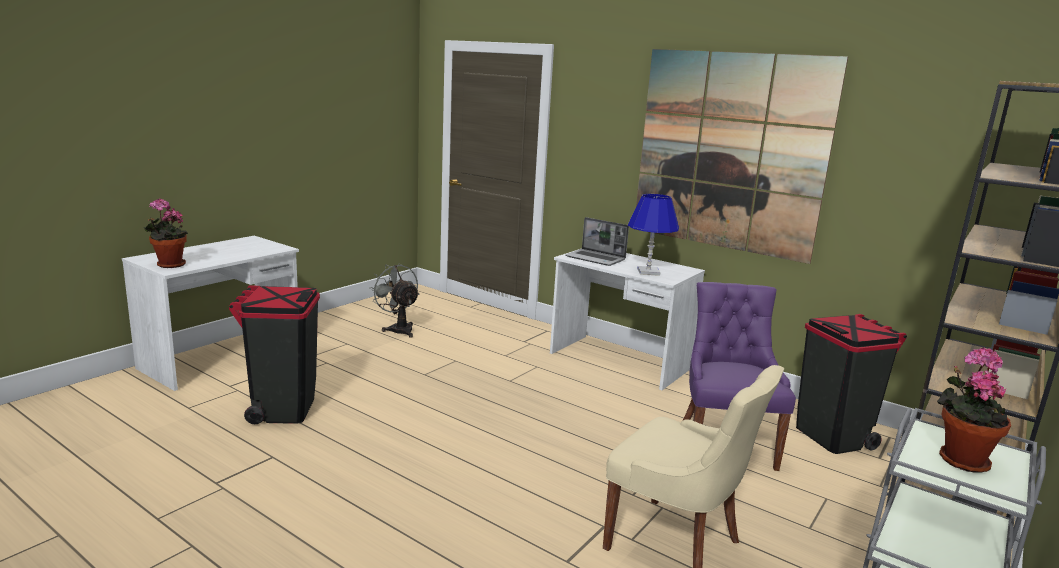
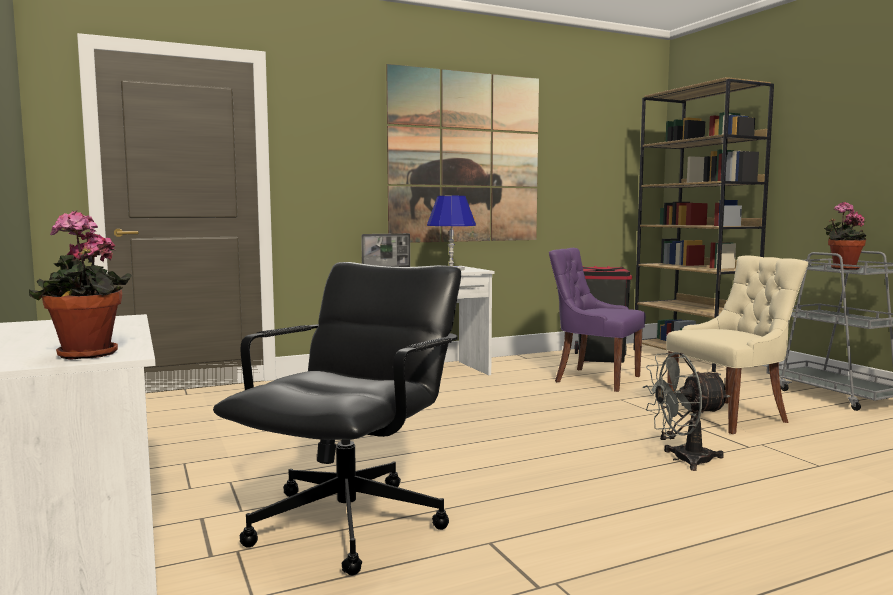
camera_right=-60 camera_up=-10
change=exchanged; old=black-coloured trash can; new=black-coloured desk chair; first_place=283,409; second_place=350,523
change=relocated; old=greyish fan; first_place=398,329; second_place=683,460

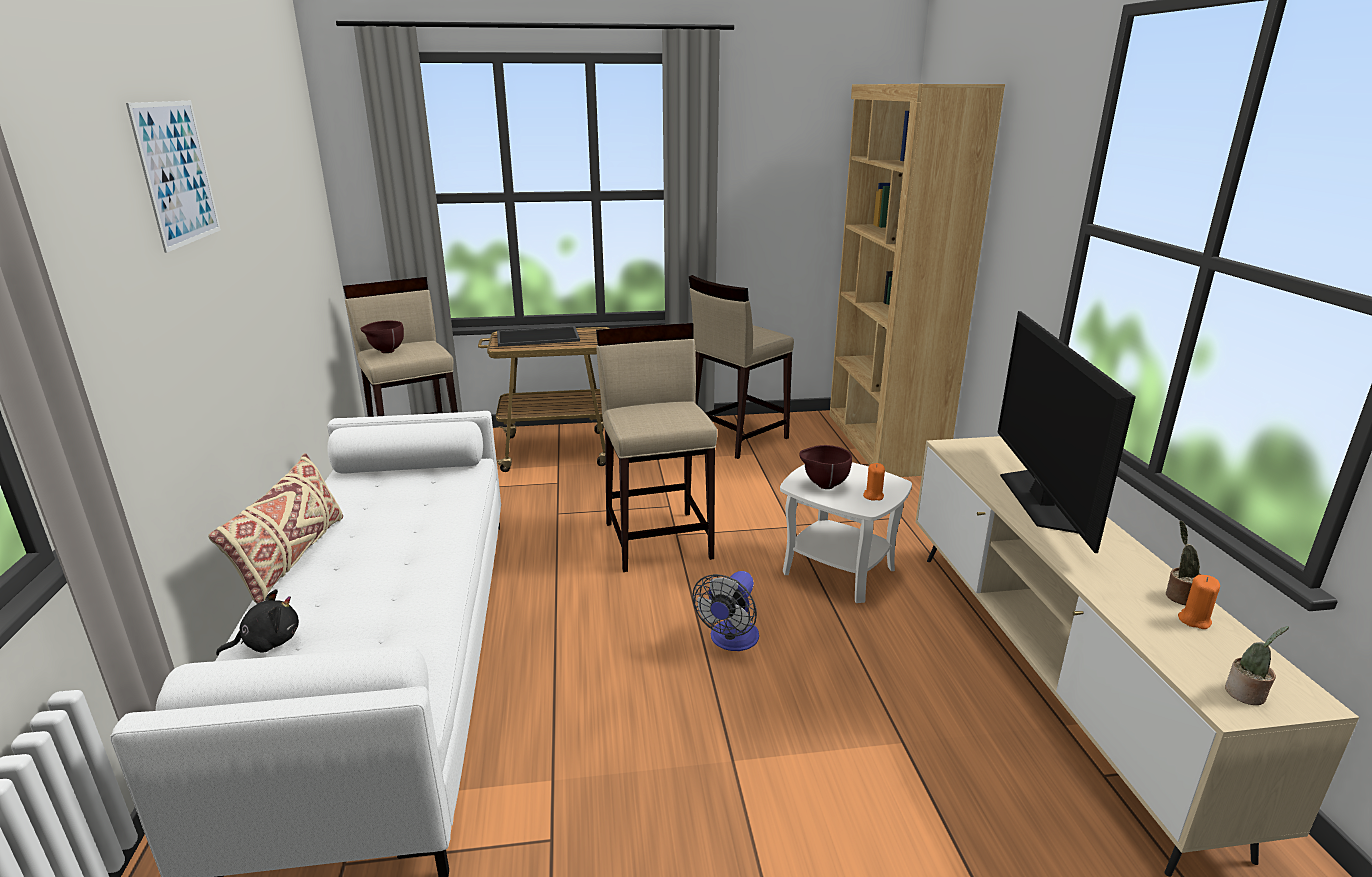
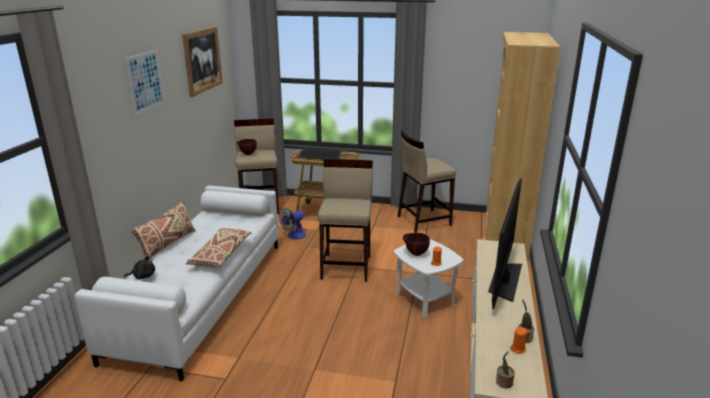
camera_right=20 camera_up=0
change=relocated; old=fan; first_place=731,641; second_place=294,236
change=appeared; new=wall picture; second_place=202,60
change=appeared; new=sand-coloured throw pillow; second_place=221,255

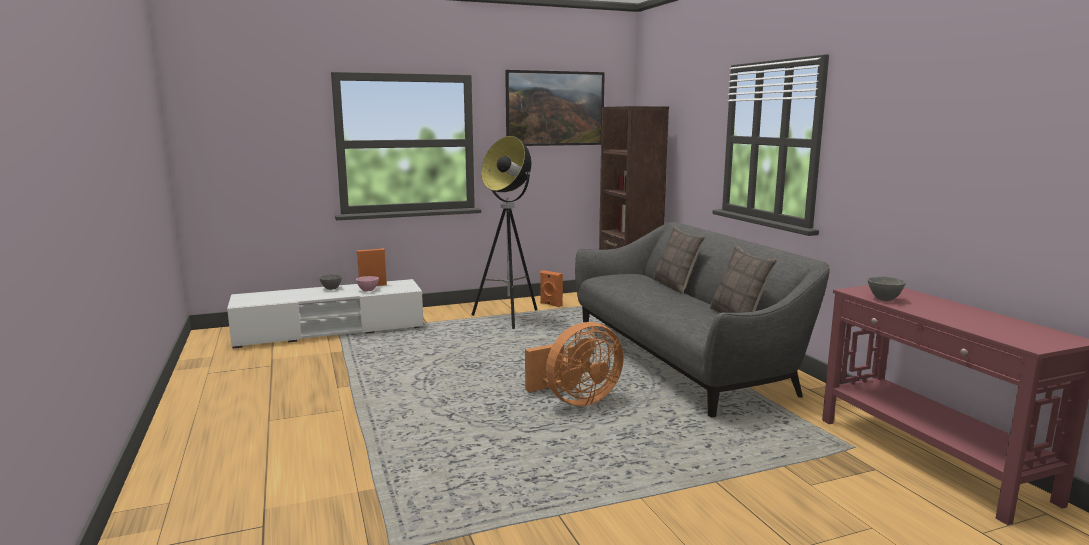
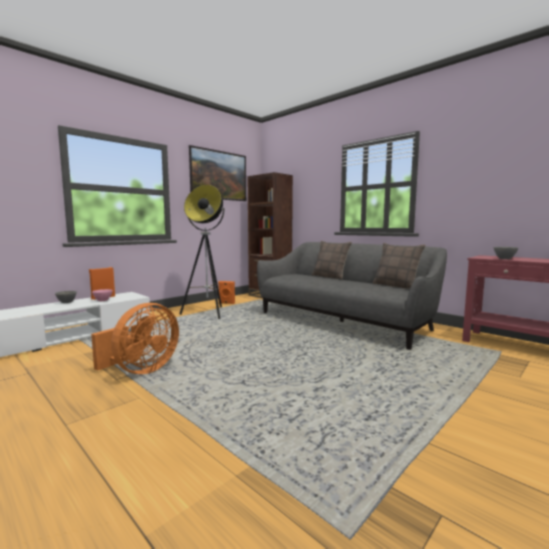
camera_right=-25 camera_up=-5
change=relocated; old=orange-coloured fan; first_place=576,400; second_place=141,370

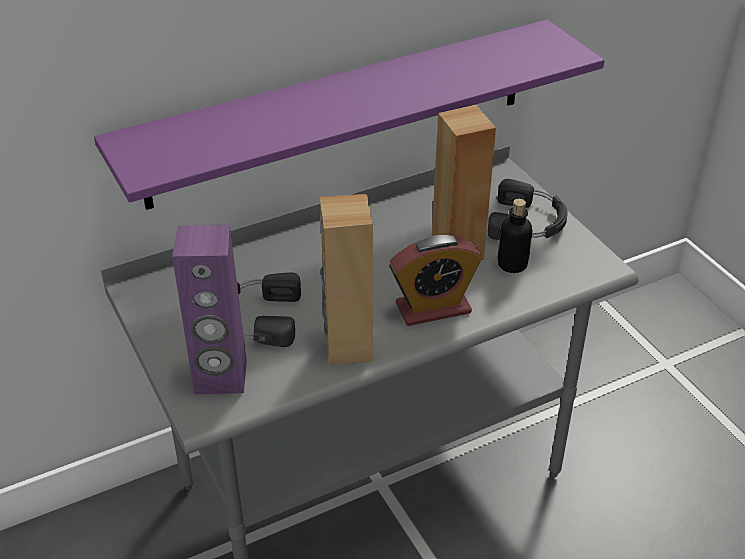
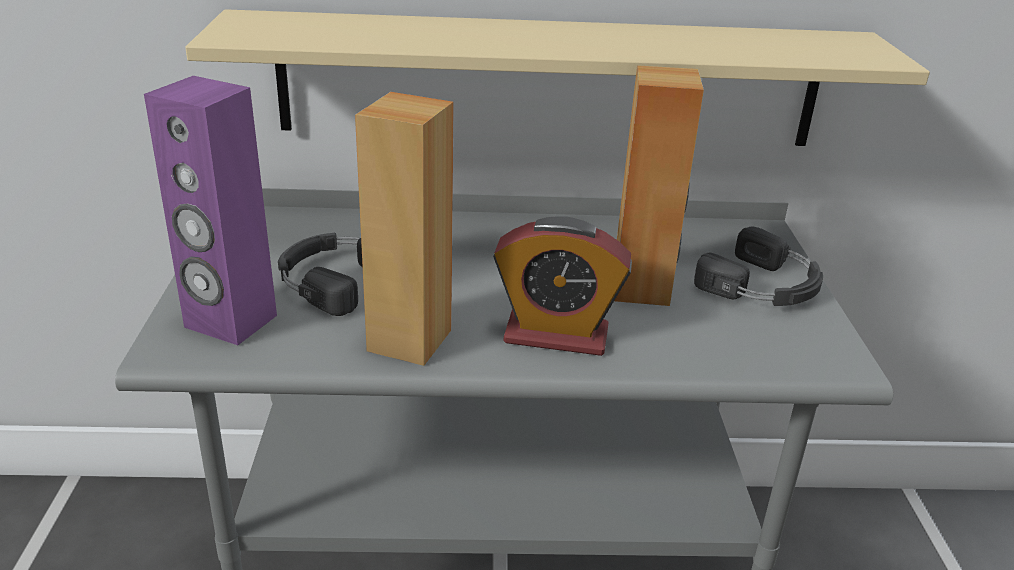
camera_right=25 camera_up=-10
change=colour; old=purple wall shelf; new=sand-coloured wall shelf; first_place=340,113; second_place=549,80
change=missing; old=bottle; first_place=512,264

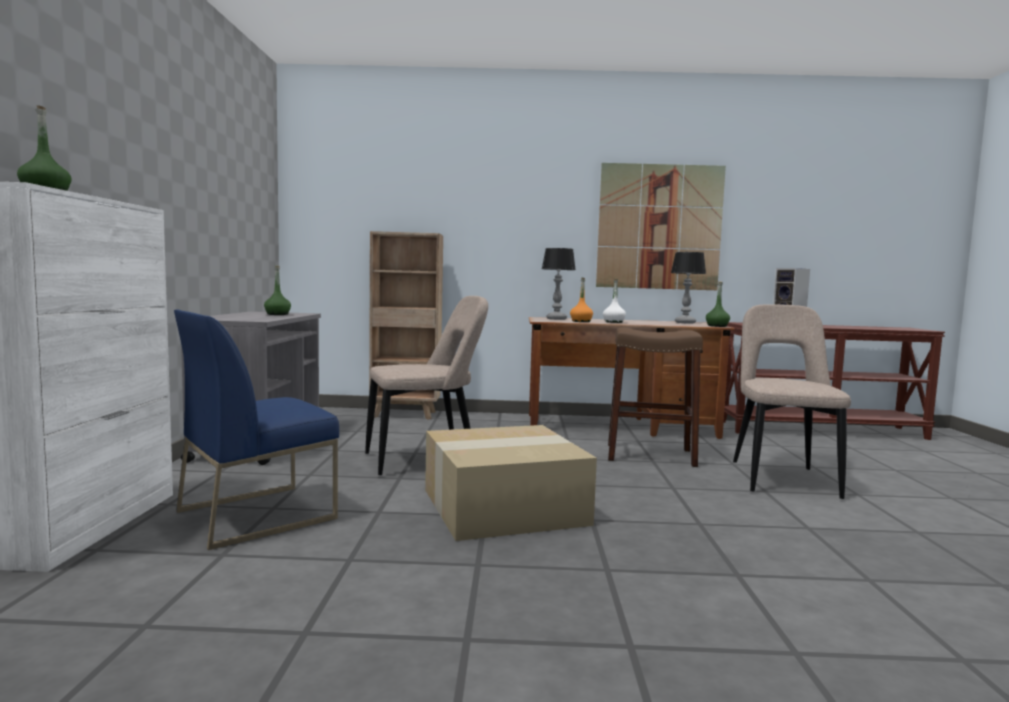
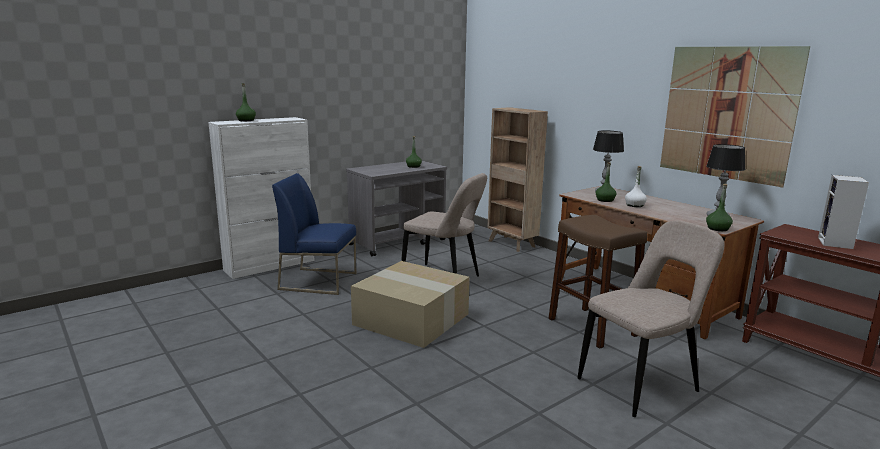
camera_right=50 camera_up=10
change=colour; old=orange-coloured bottle; new=green bottle; first_place=581,321; second_place=605,200

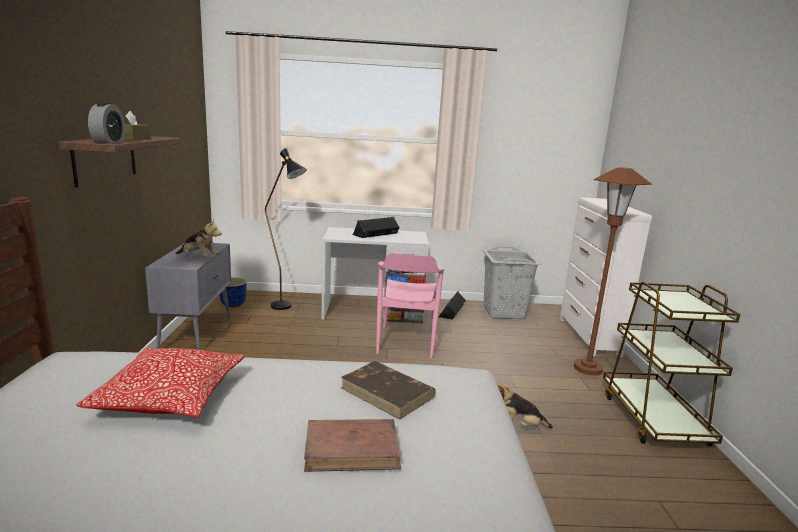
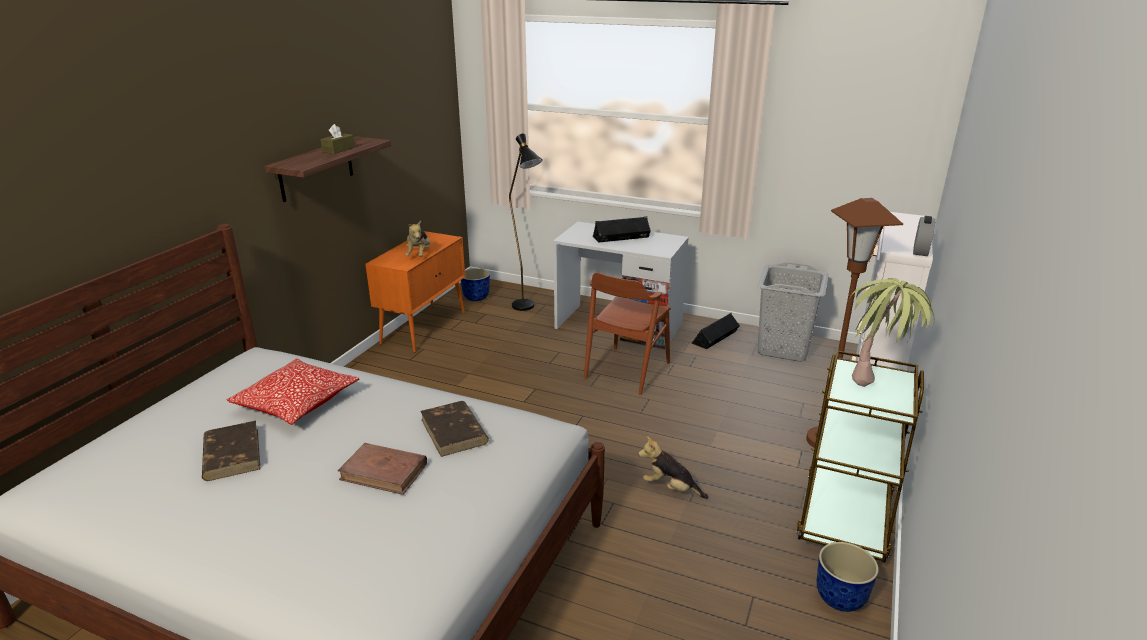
camera_right=25 camera_up=10
change=relocated; old=alarm clock; first_place=109,142; second_place=920,251
change=colour; old=greyish storage cabinet; new=orange-coloured storage cabinet; first_place=196,333; second_place=424,327
change=spun; old=cuddly toy; first_place=198,257; second_place=419,255; degrees=45
change=colour; old=pinkish chair; new=brown-coloured chair; first_place=406,342; second_place=627,370
change=appeared; new=brown-coloured volume; second_place=232,454
change=appeared; new=planter; second_place=840,599
change=appeared; new=houseplant; second_place=878,376

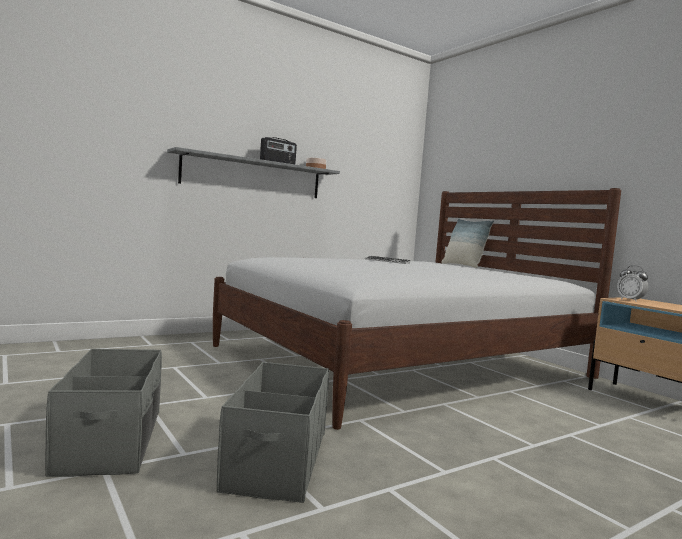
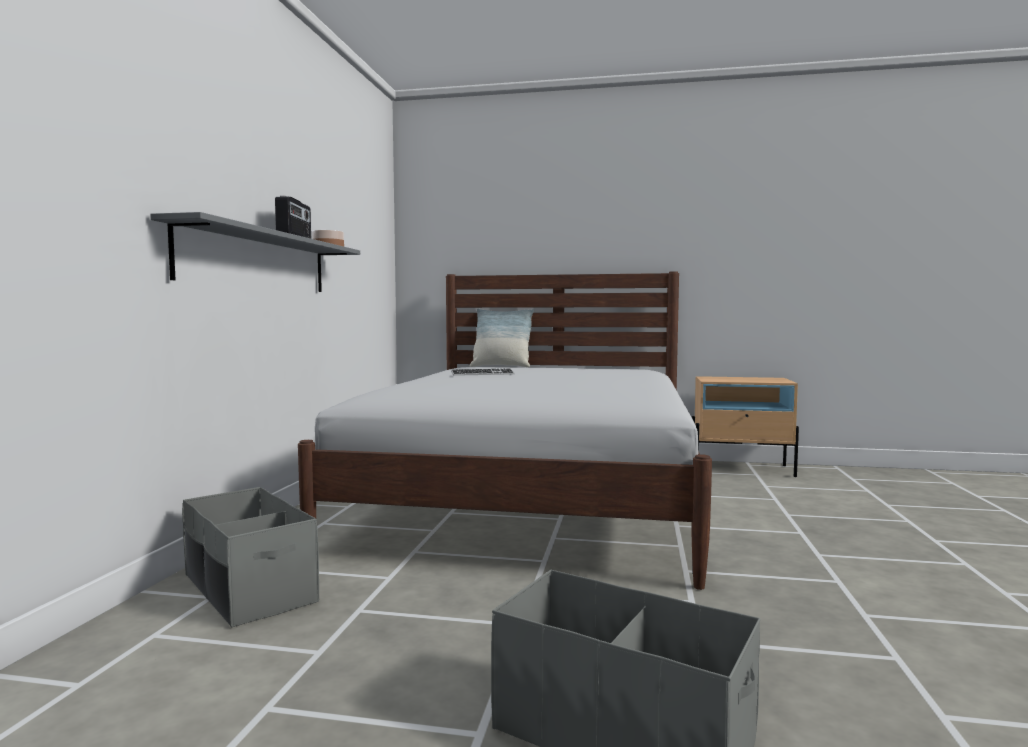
camera_right=-45 camera_up=0
change=relocated; old=greyish storage bin; first_place=276,460; second_place=248,589
change=missing; old=alarm clock; first_place=630,300

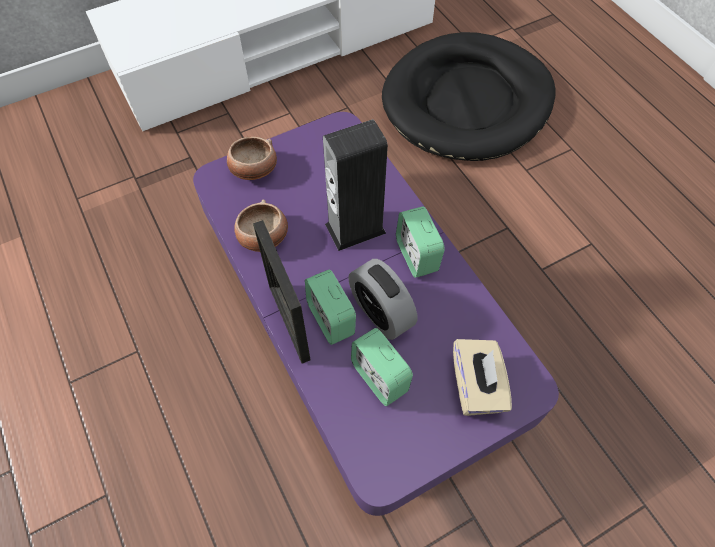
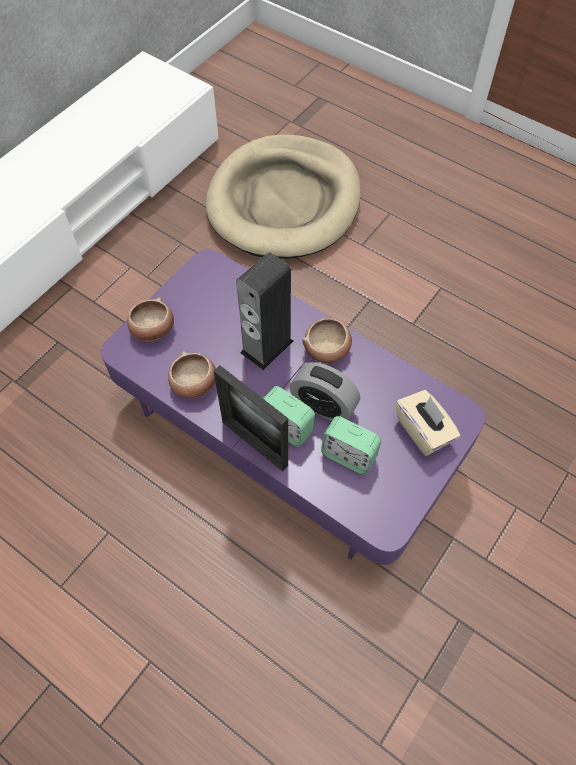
camera_right=-25 camera_up=0
change=colour; old=black-coloured dog cushion; new=sand-coloured dog cushion; first_place=467,102; second_place=284,201
change=exchanged; old=alarm clock; new=serving bowl; first_place=417,255; second_place=327,349

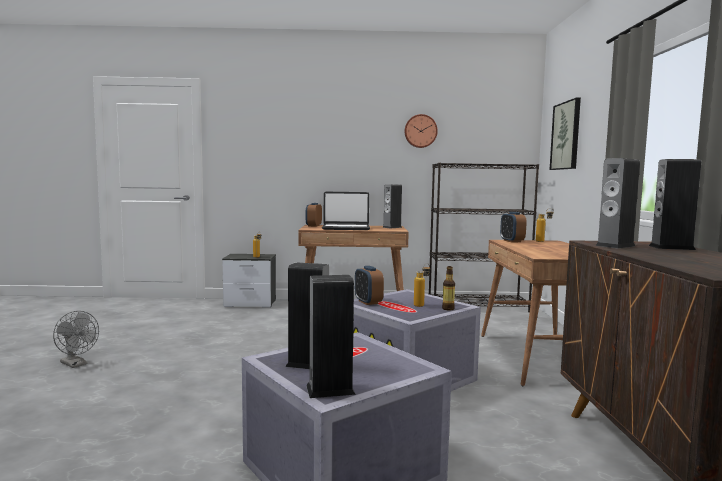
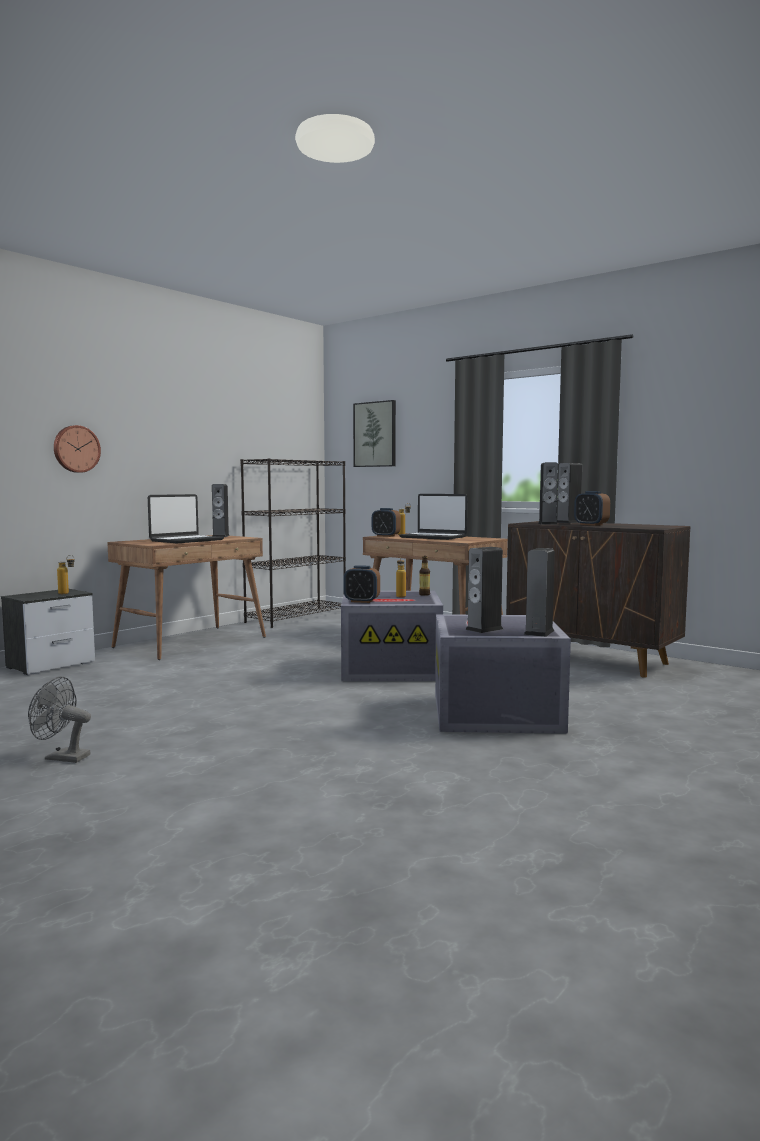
camera_right=-50 camera_up=0
change=spun; old=greyish fan; first_place=76,364; second_place=61,757; degrees=-150
change=relocated; old=alarm clock; first_place=313,226; second_place=591,525
change=relocated; old=clock on the wall; first_place=420,131; second_place=76,449
change=appeared; new=notebook computer; second_place=433,537

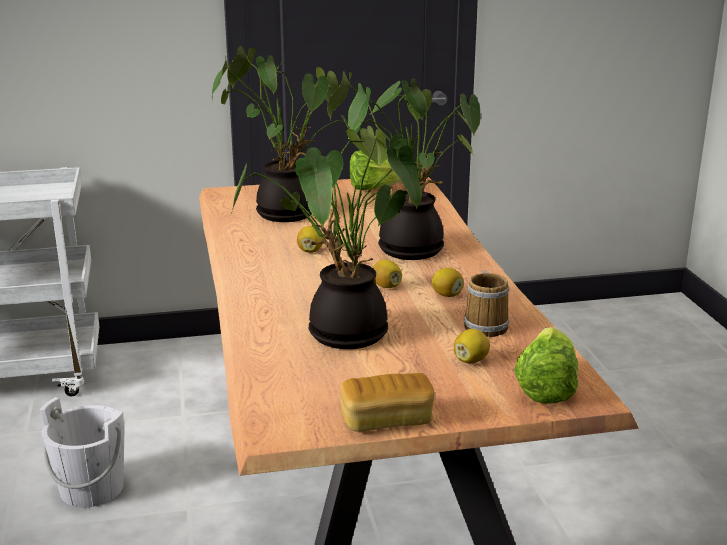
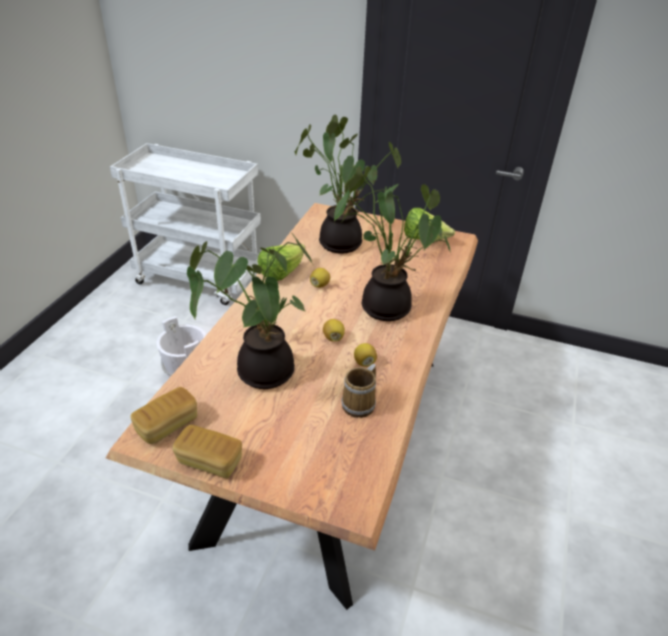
camera_right=30 camera_up=15
change=missing; old=citrus fruit; first_place=471,360
change=relocated; old=lettuce; first_place=545,387; second_place=281,273
change=appeared; new=baked bread; second_place=167,425

